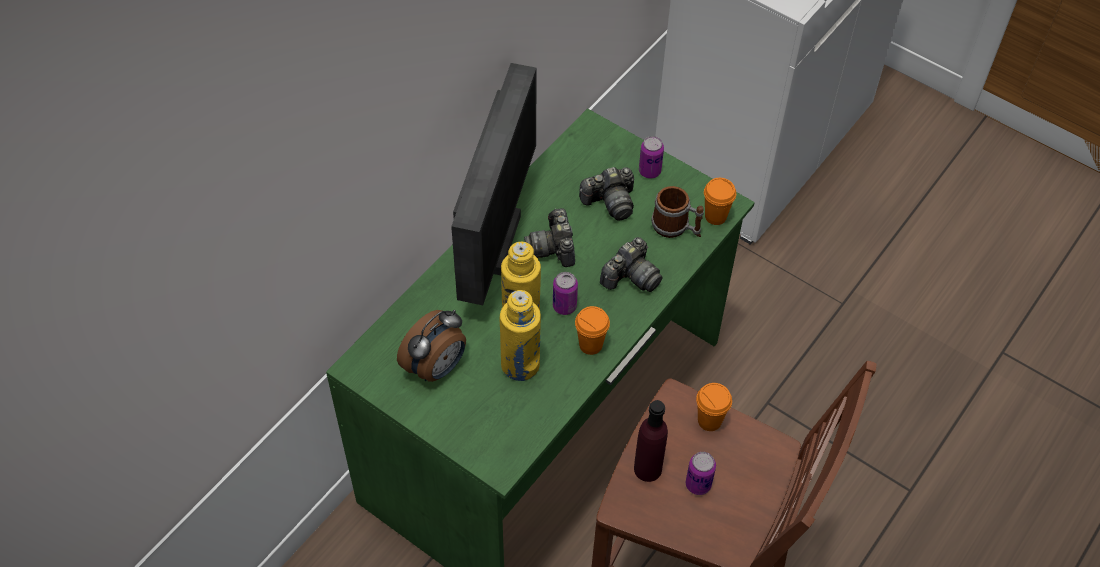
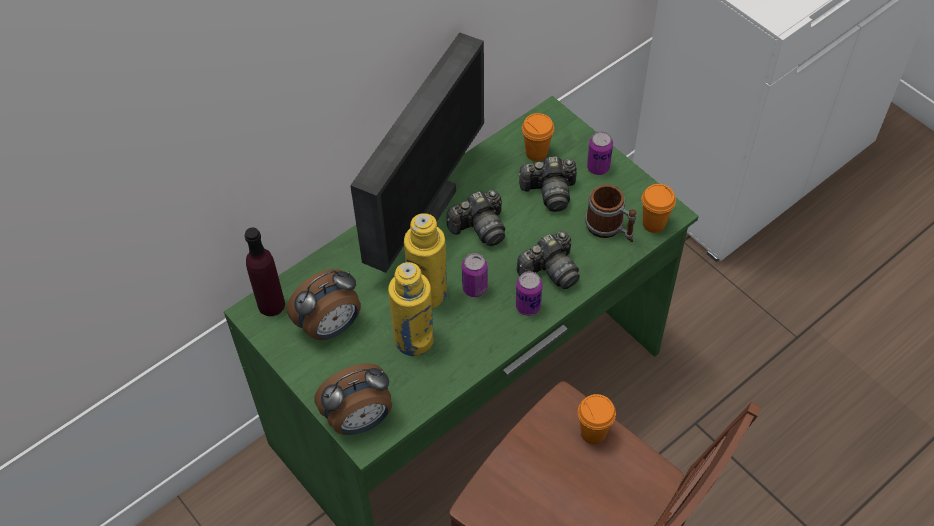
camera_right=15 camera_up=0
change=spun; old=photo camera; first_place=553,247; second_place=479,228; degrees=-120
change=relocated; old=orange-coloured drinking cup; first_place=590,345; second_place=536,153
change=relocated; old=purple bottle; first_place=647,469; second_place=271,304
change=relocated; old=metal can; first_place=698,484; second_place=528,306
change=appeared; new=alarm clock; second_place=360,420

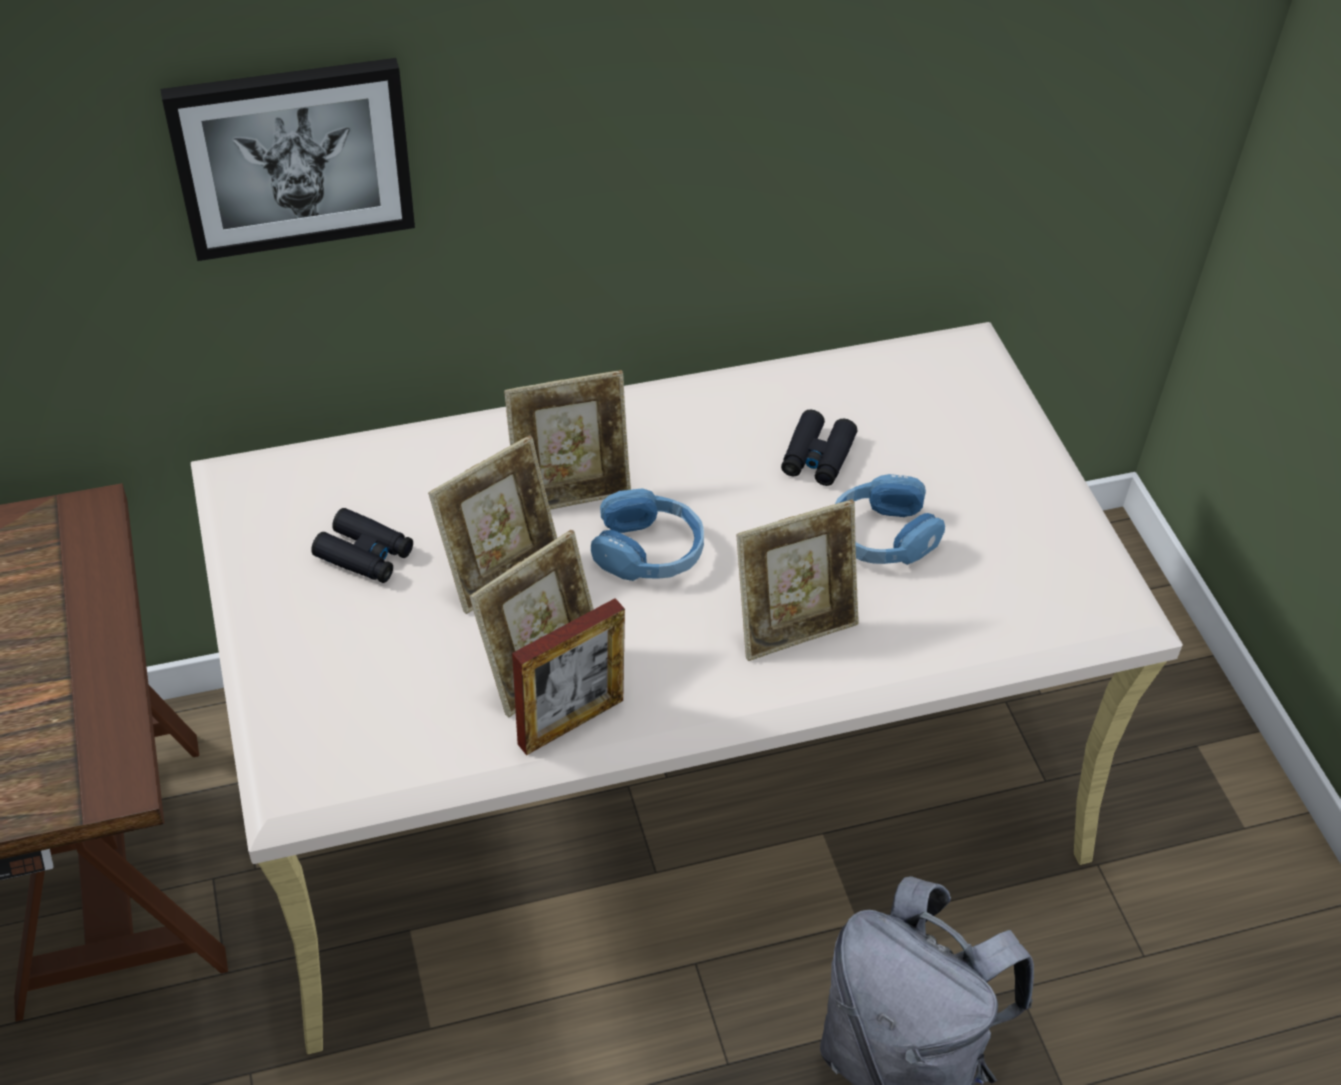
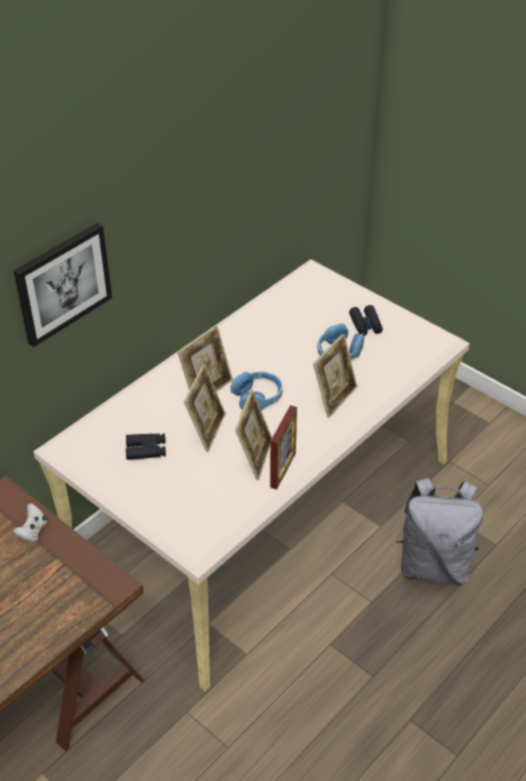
camera_right=-30 camera_up=-5
change=relocated; old=black-coloured pair of binoculars; first_place=817,456; second_place=365,325
change=appeared; new=white joypad; second_place=33,531

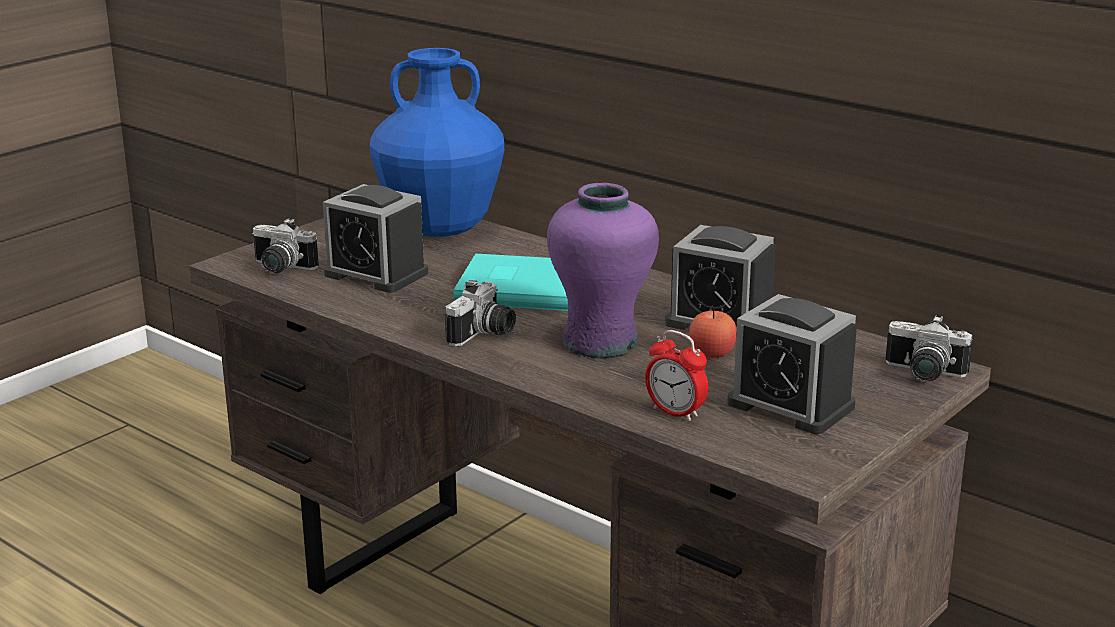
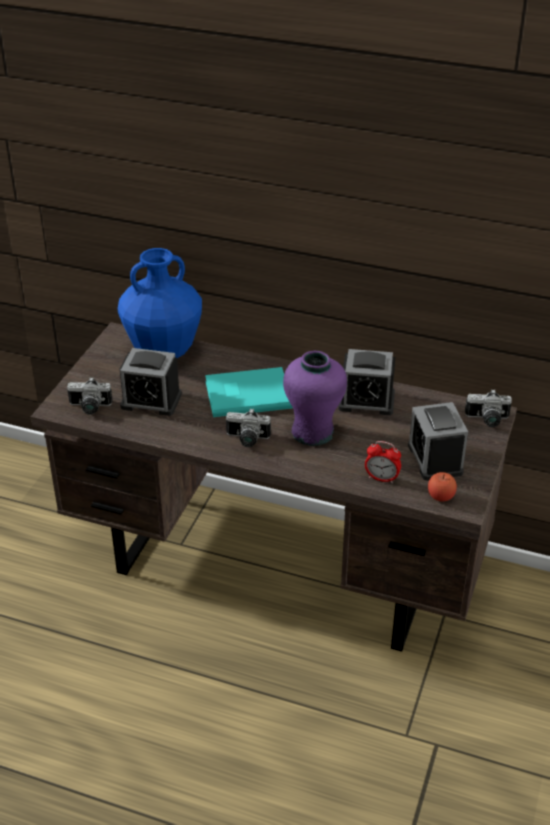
camera_right=-20 camera_up=15
change=spun; old=photo camera; first_place=485,335; second_place=247,440; degrees=90
change=relocated; old=whole apple; first_place=712,353; second_place=441,496
change=spun; old=alarm clock; first_place=790,405; second_place=435,459; degrees=60

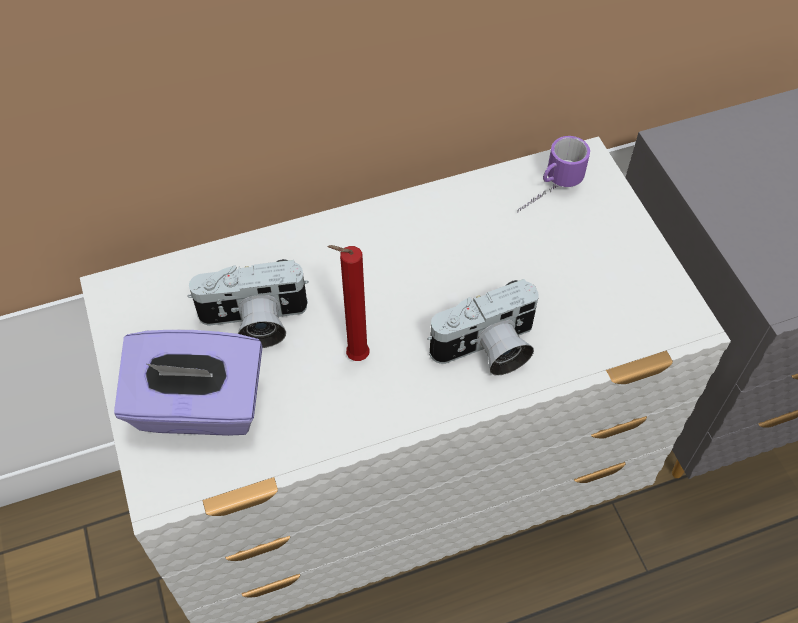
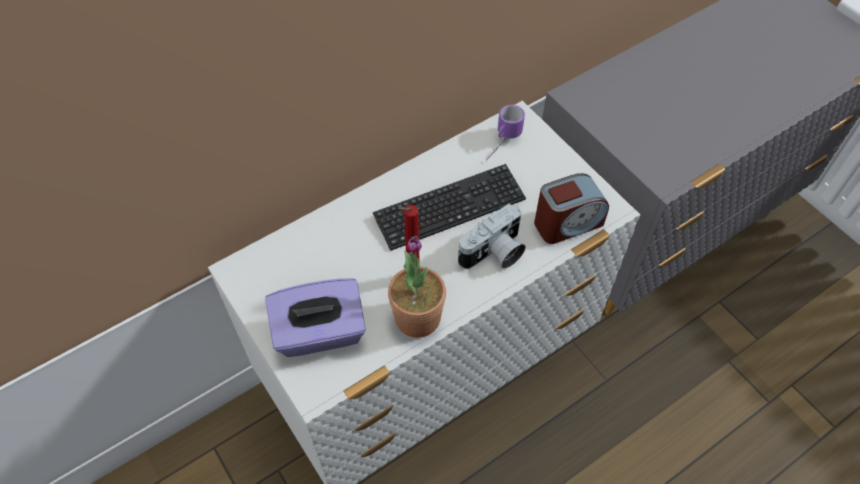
camera_right=-15 camera_up=0
change=missing; old=photo camera; first_place=254,322
change=appeared; new=keyboard; second_place=449,208
change=appeared; new=houseplant; second_place=417,318
change=appeared; new=alarm clock; second_place=567,223

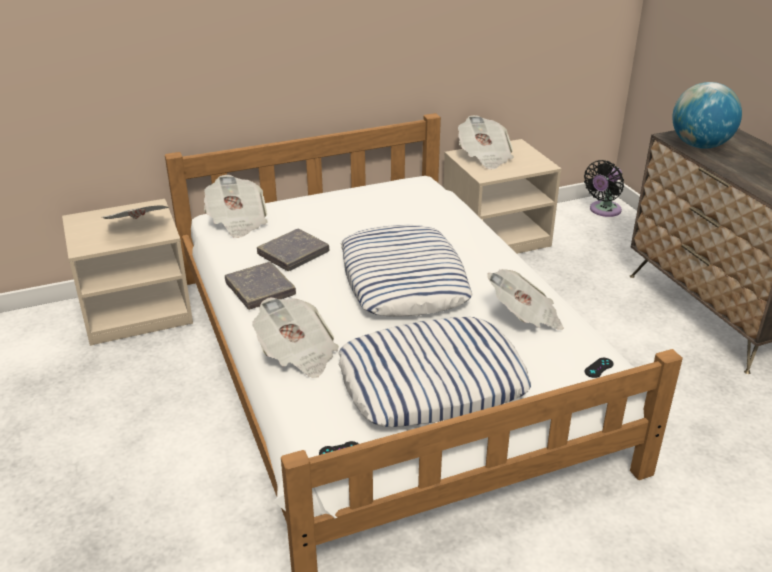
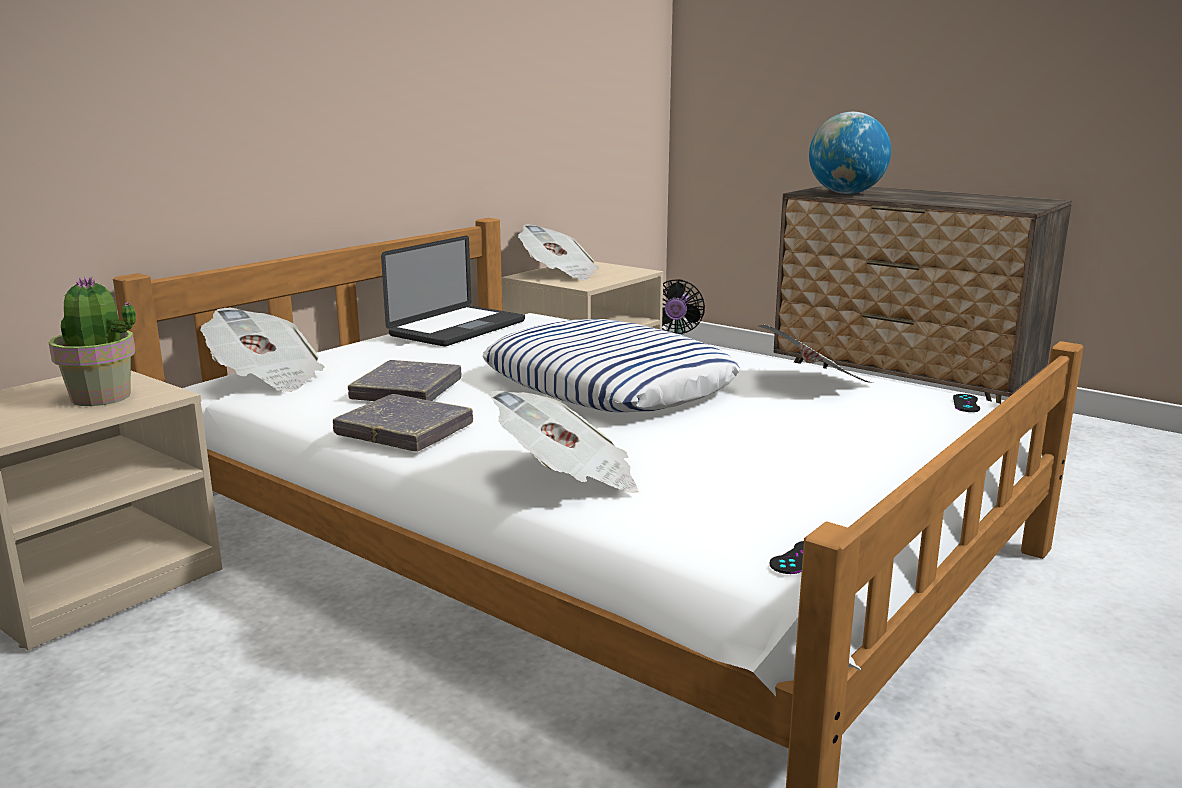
camera_right=-30 camera_up=-15
change=exchanged; old=newspaper; new=houseplant; first_place=138,228; second_place=101,397
change=missing; old=throw pillow; first_place=432,381
change=appeared; new=notebook computer; second_place=458,328

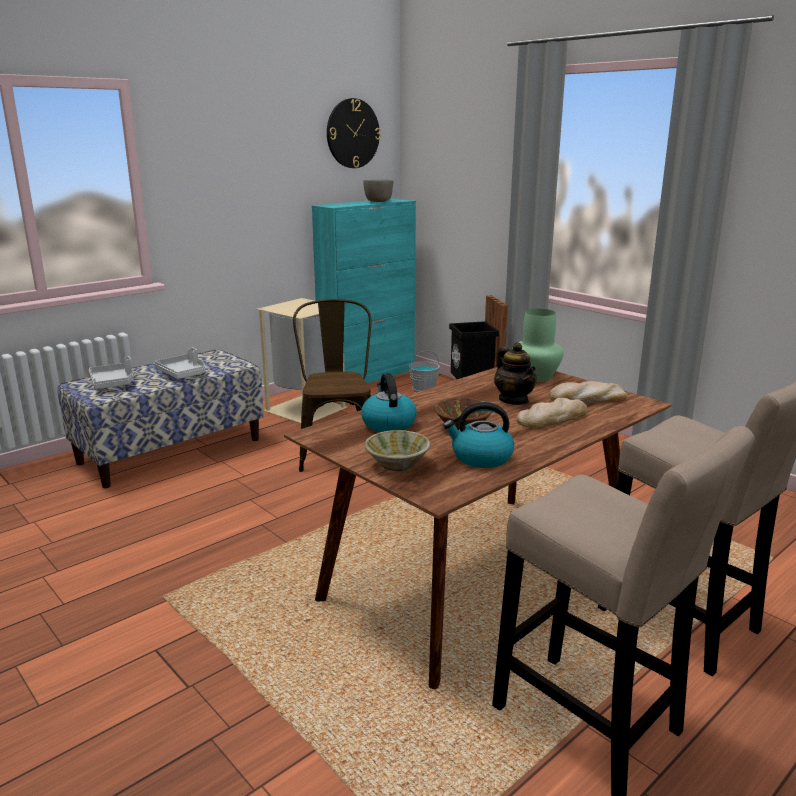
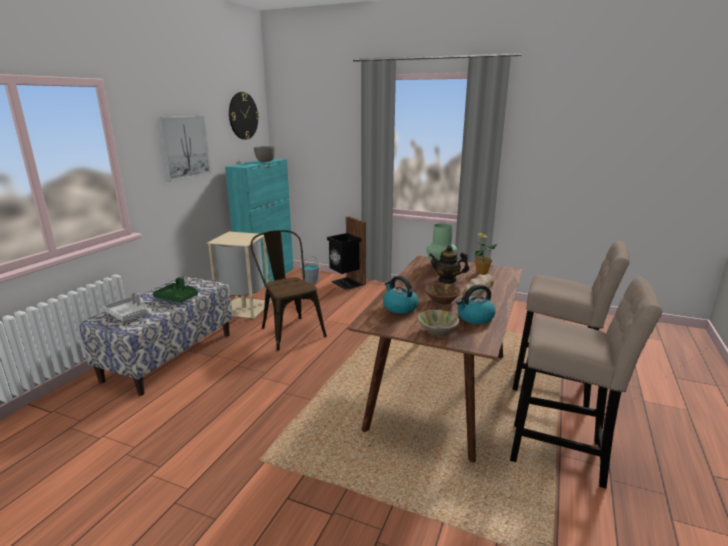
camera_right=-25 camera_up=0
change=colour; old=greyish serving tray; new=green serving tray; first_place=183,373; second_place=178,297
change=spun; old=pot for tea; first_place=514,400; second_place=447,280; degrees=150
change=exchanged; old=baked bread; new=houseplant; first_place=587,398; second_place=481,272
change=appeared; new=wall picture; second_place=184,147

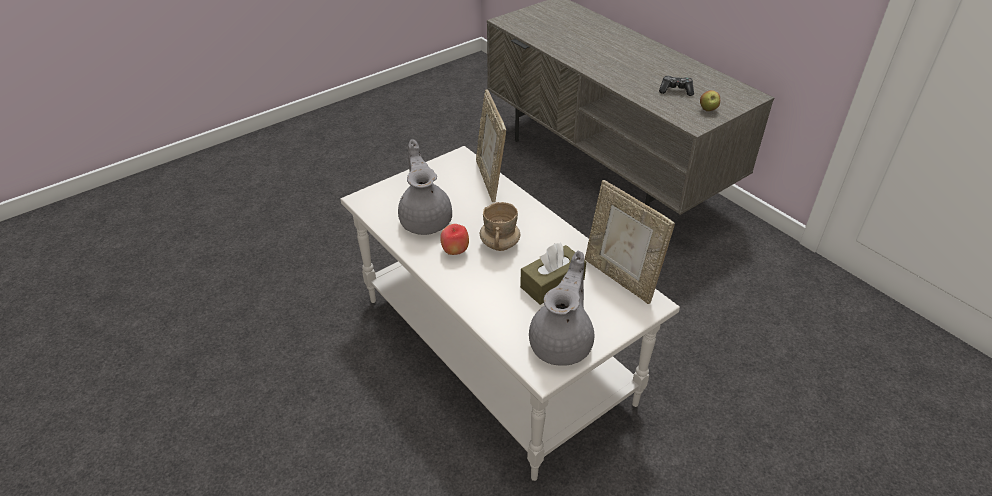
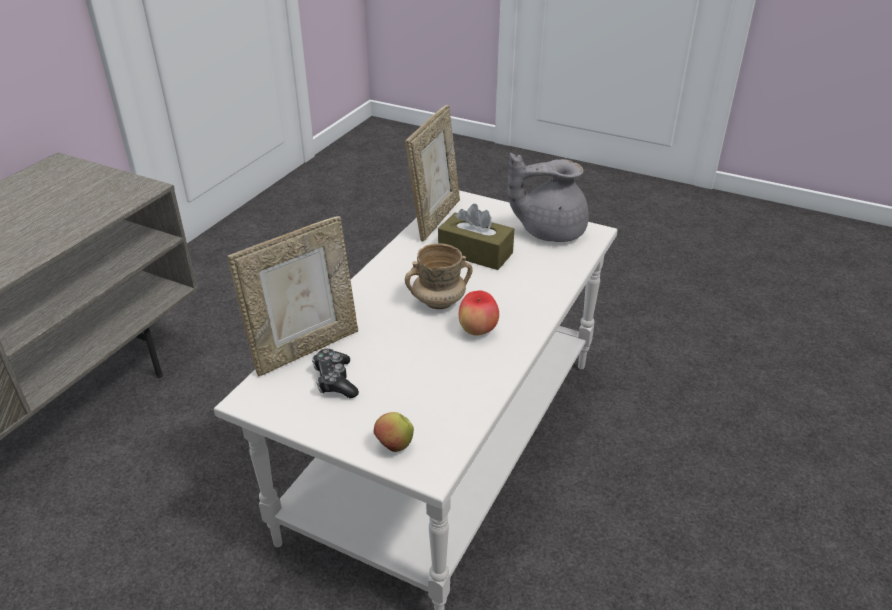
camera_right=-115 camera_up=-5
change=missing; old=greyish pot for tea; first_place=426,219
change=relocated; old=joypad; first_place=676,90; second_place=335,380
change=relocated; old=whole apple; first_place=708,109; second_place=394,446

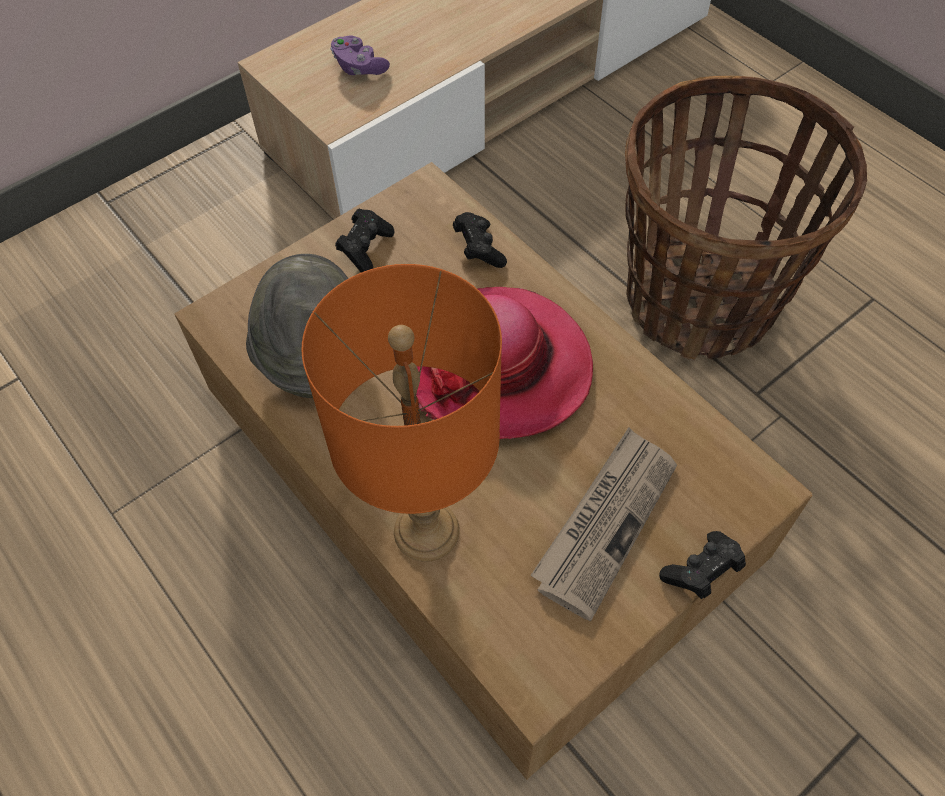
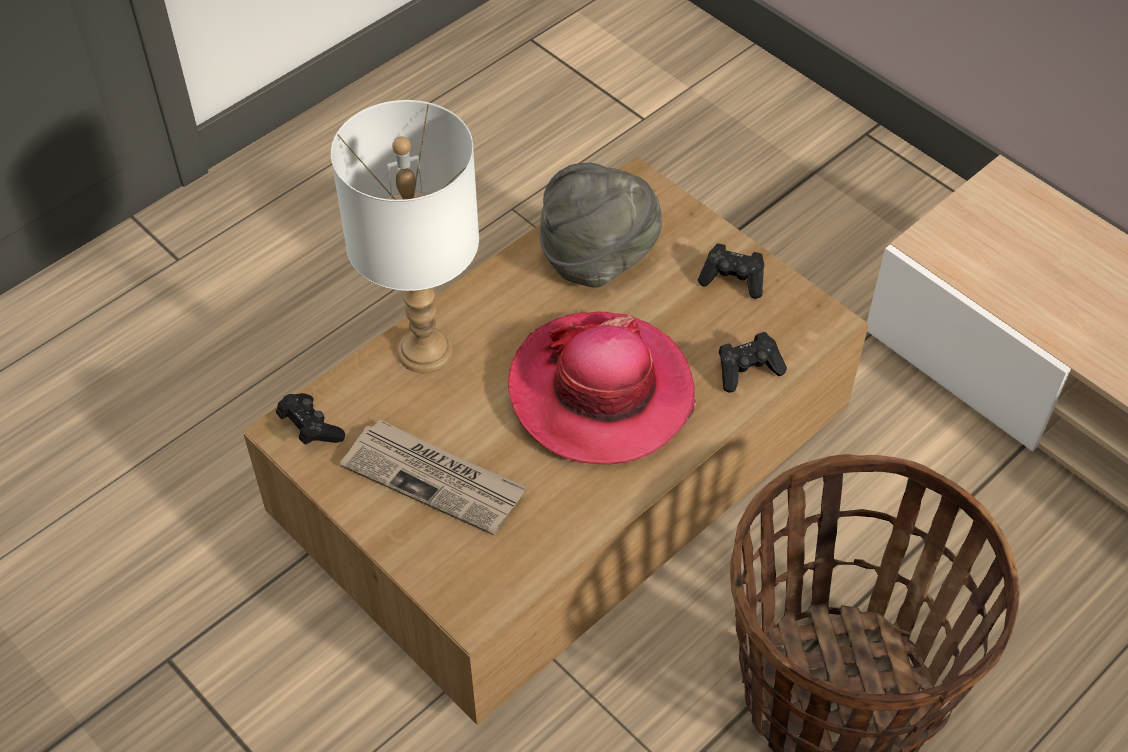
camera_right=85 camera_up=-5
change=colour; old=orange-coloured table lamp; new=white table lamp; first_place=425,531; second_place=425,350
change=missing; old=purple joypad; first_place=359,67
change=relocated; old=black-coloured joypad; first_place=701,572; second_place=310,428

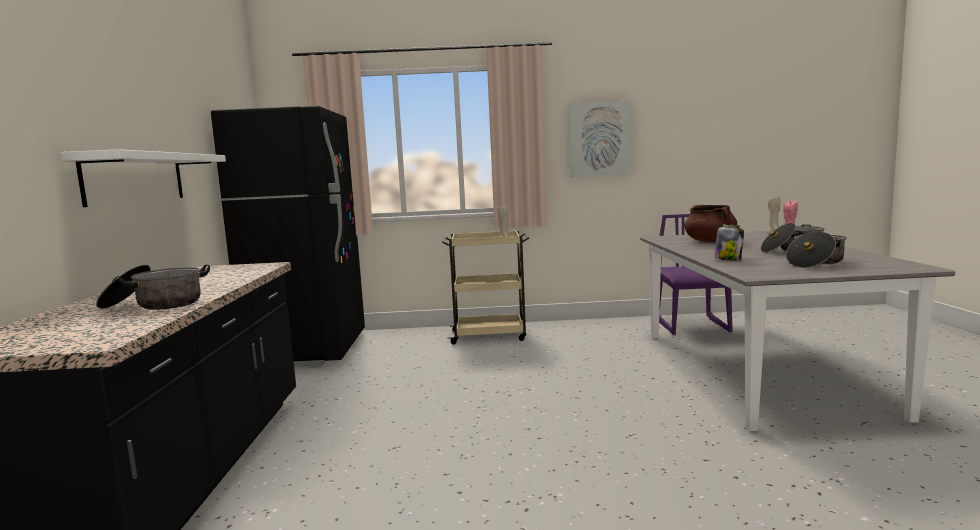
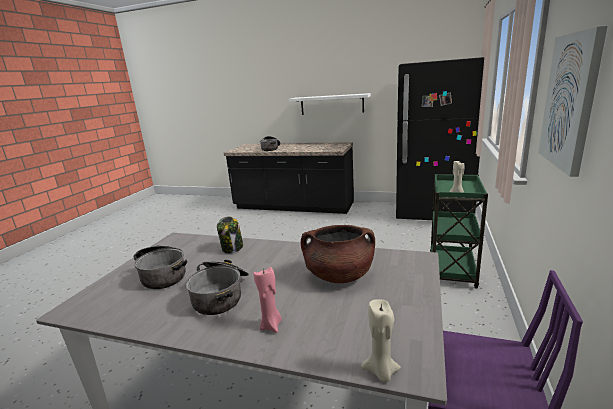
camera_right=110 camera_up=10
change=colour; old=sand-coloured wheeled cart; new=green wheeled cart; first_place=490,335; second_place=452,271

